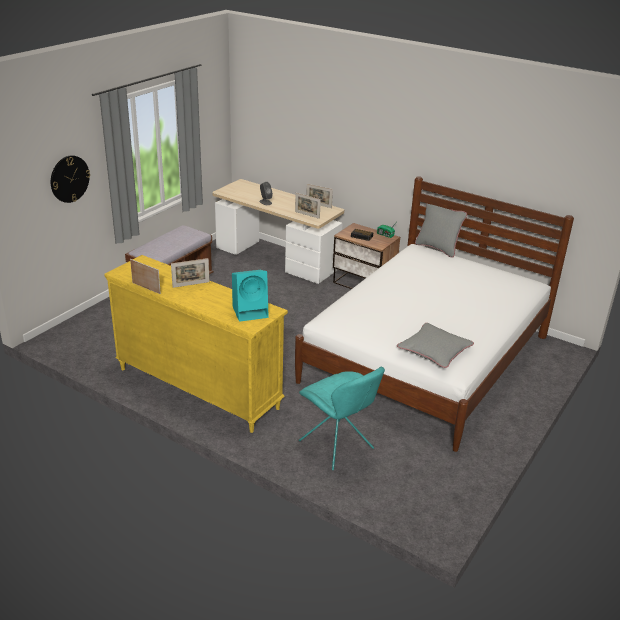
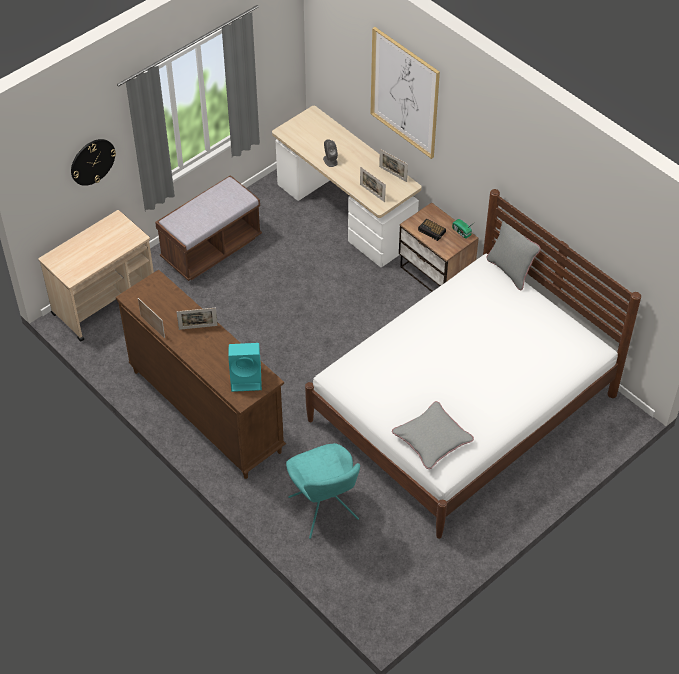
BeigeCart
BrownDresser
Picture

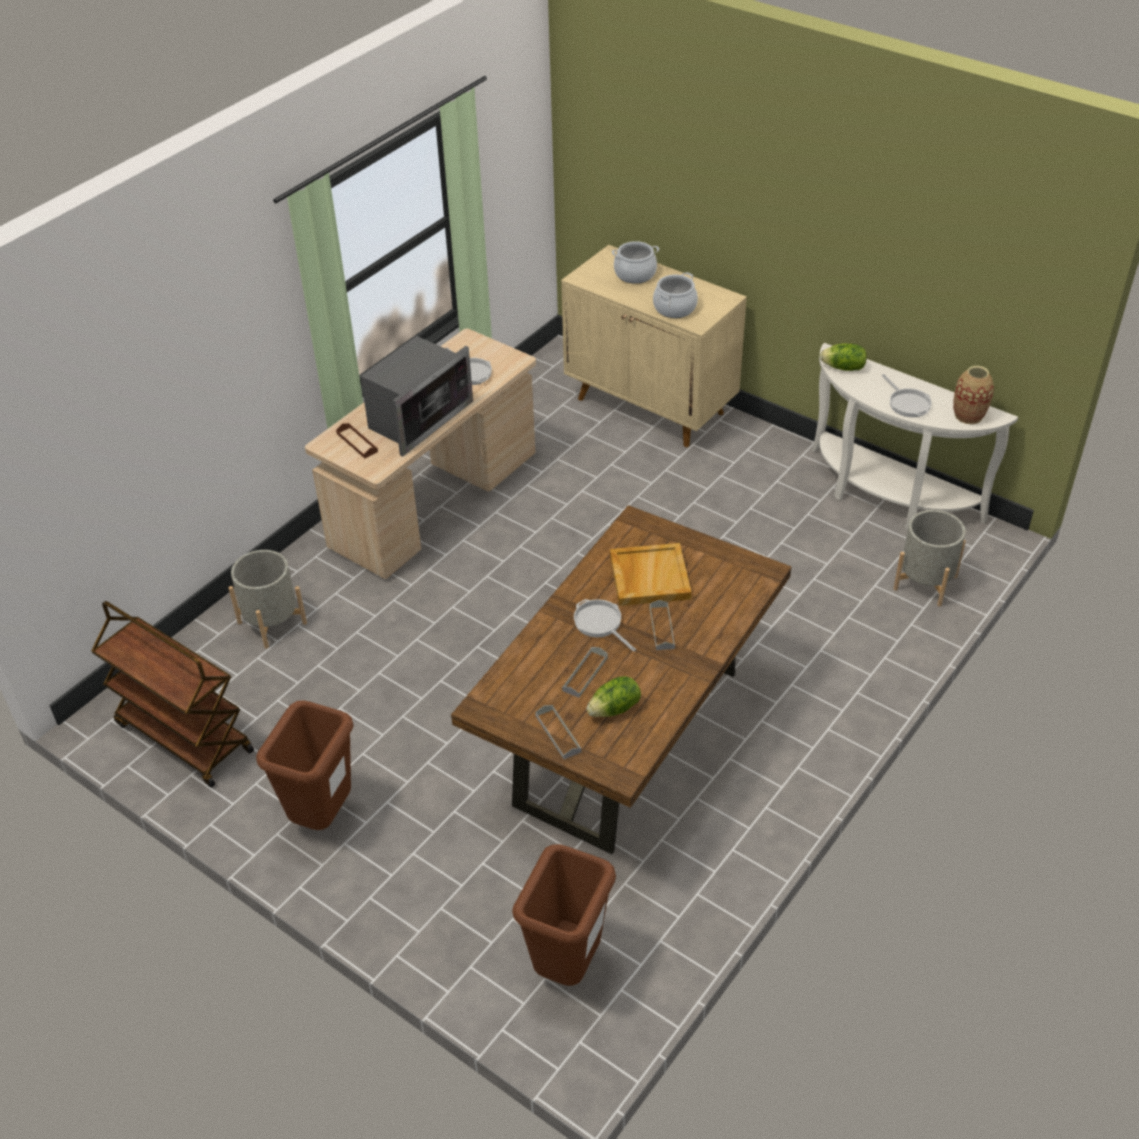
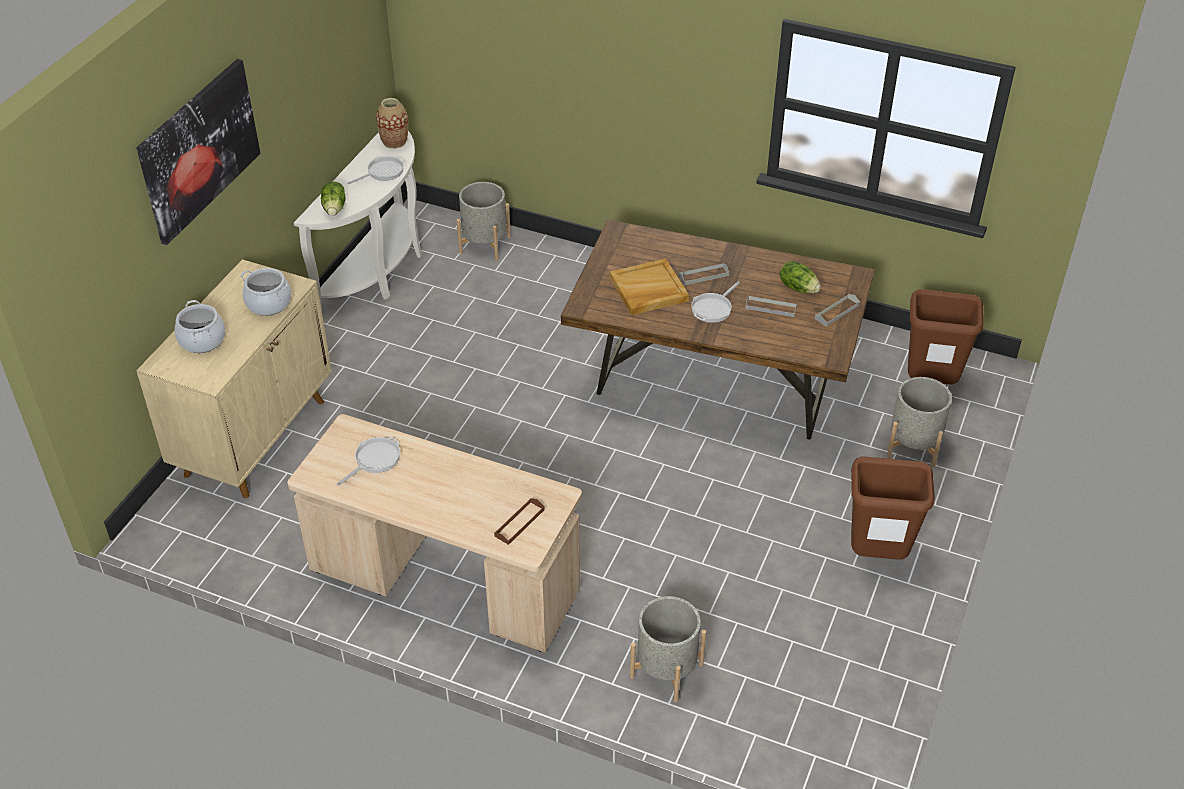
Picture
GreyPlanter (3rd from left)
BrownCart
Microwave

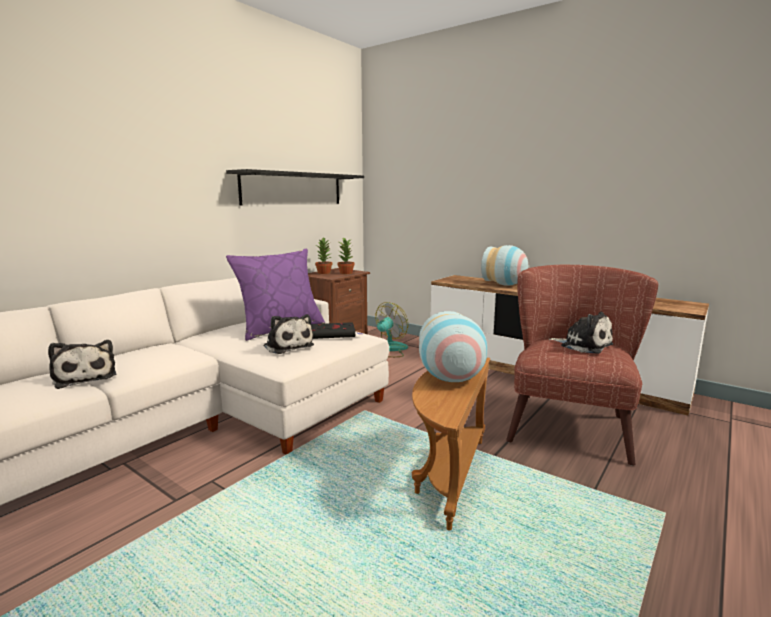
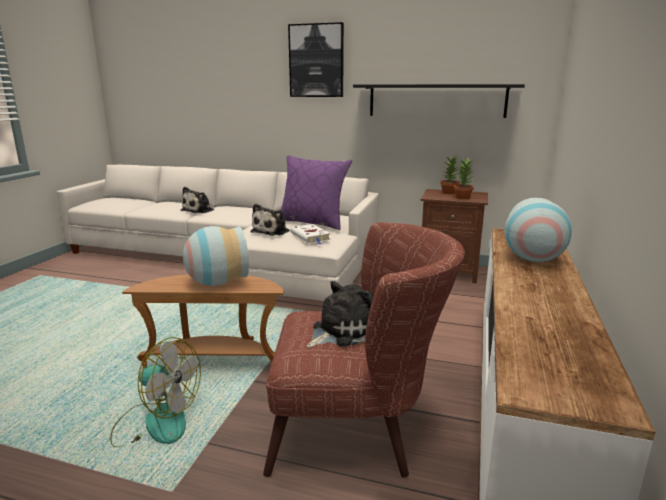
Fan
Picture
WhiteBook
PlushToy (3rd from left)

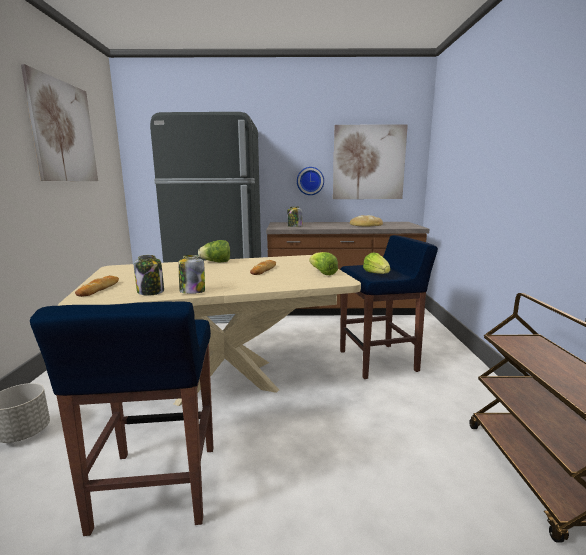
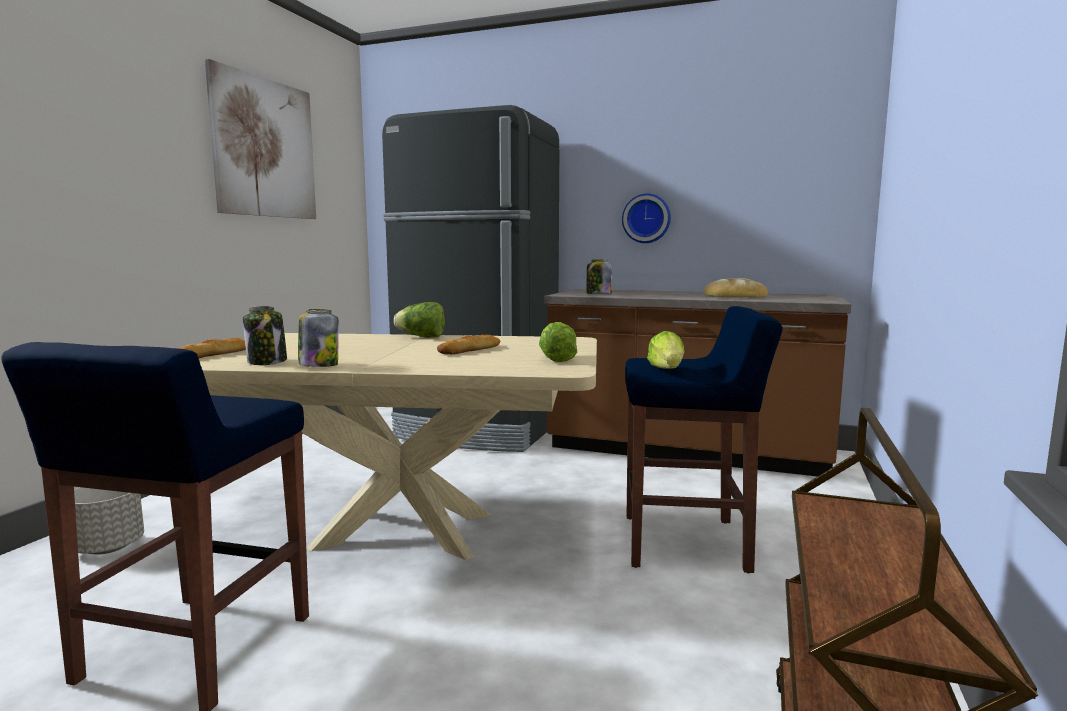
Picture (2nd from left in the first image)

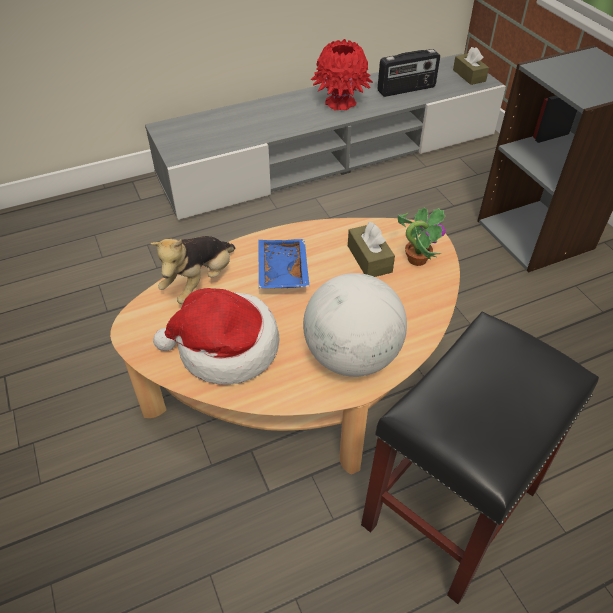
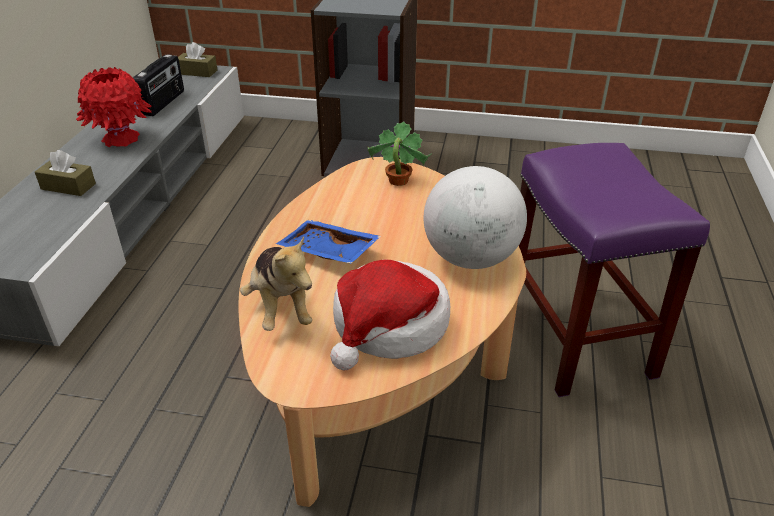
BrownTissueBox (1st from left)
PurpleStool

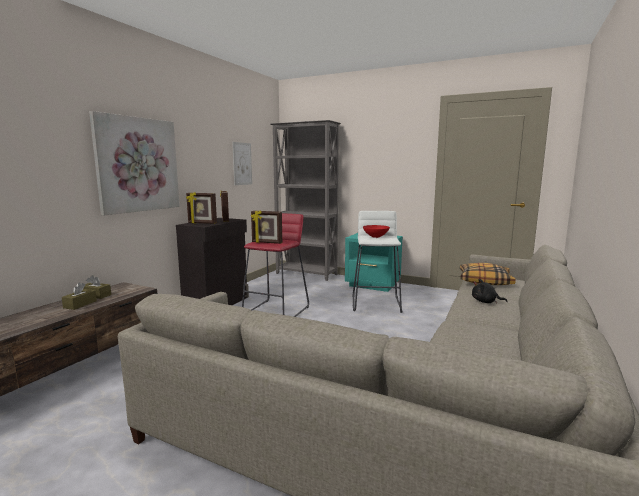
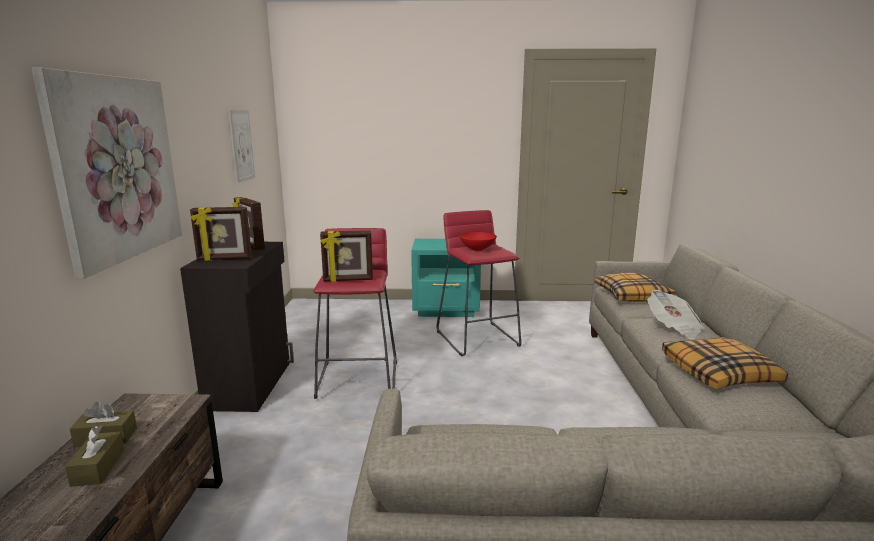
RedStool (2nd from left)
Newspaper
Pillow (2nd from left)
GreyBookcase

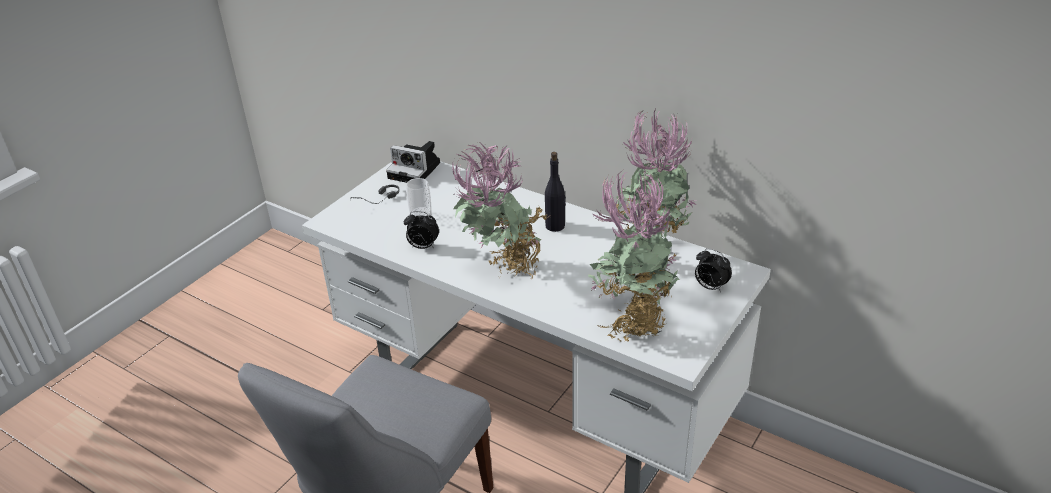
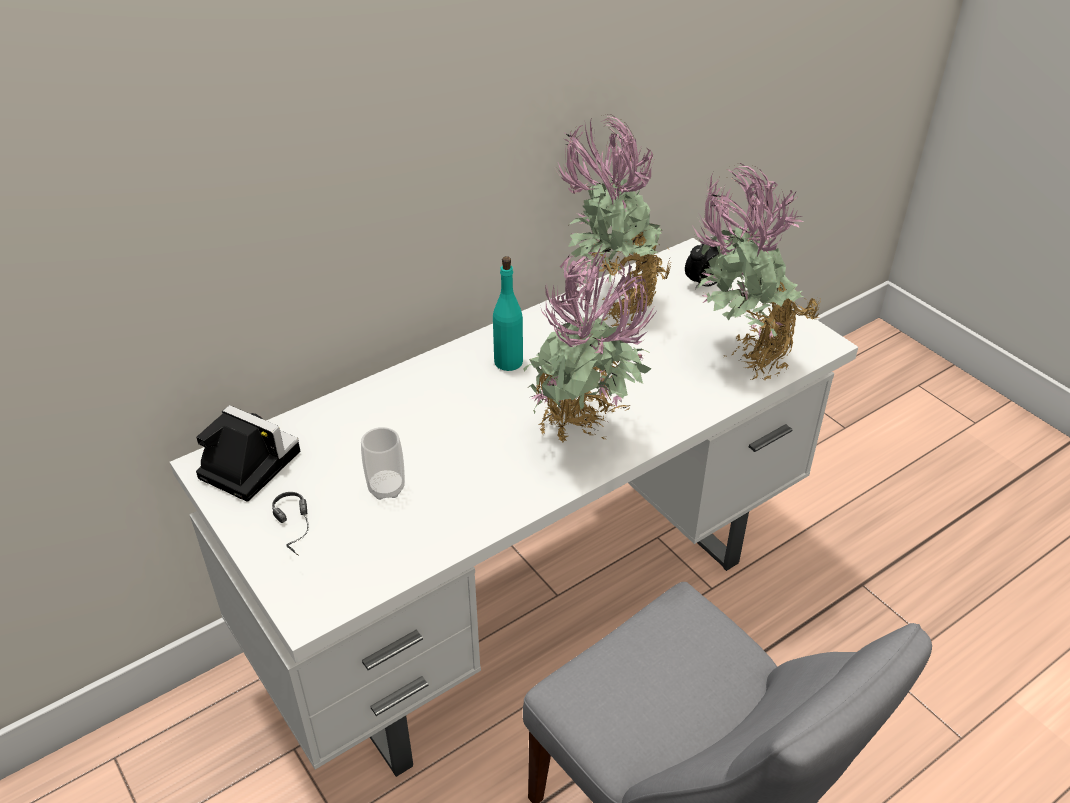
PhotoCamera
TurquoiseBottle
AlarmClock (1st from left in the first image)

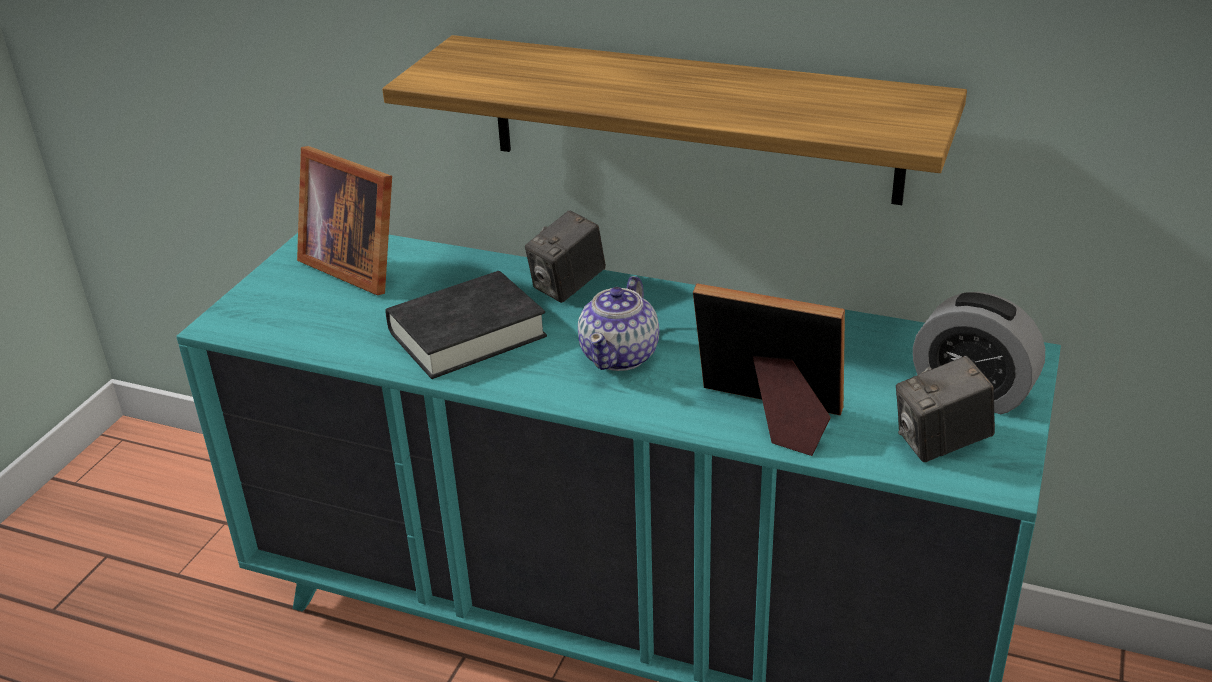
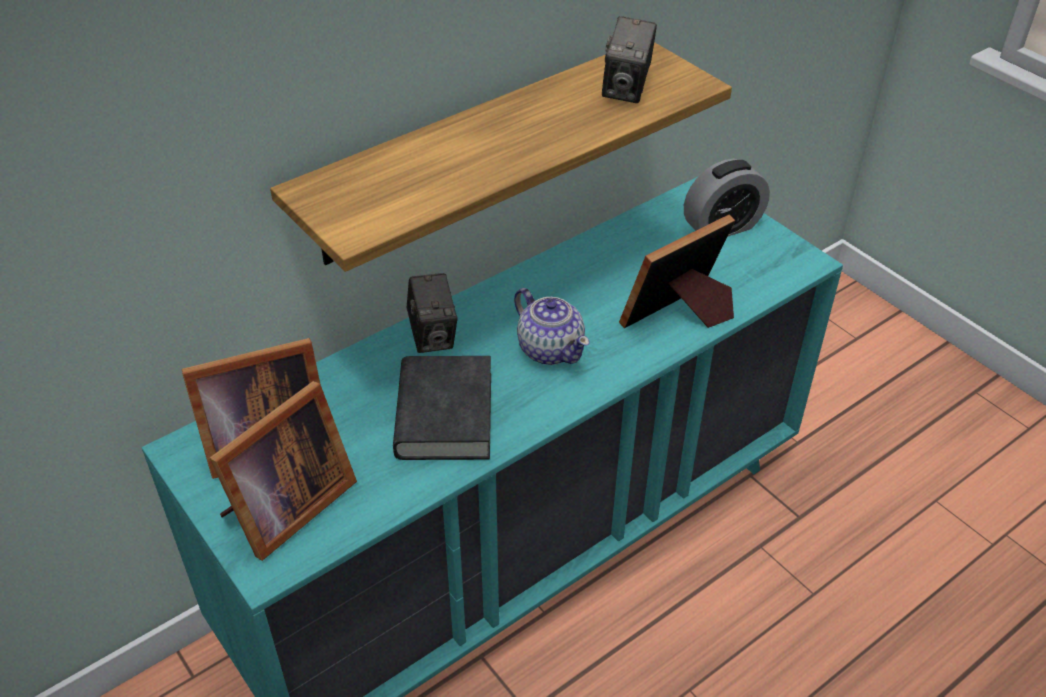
PictureFrame (2nd from left)
PhotoCamera (2nd from left)

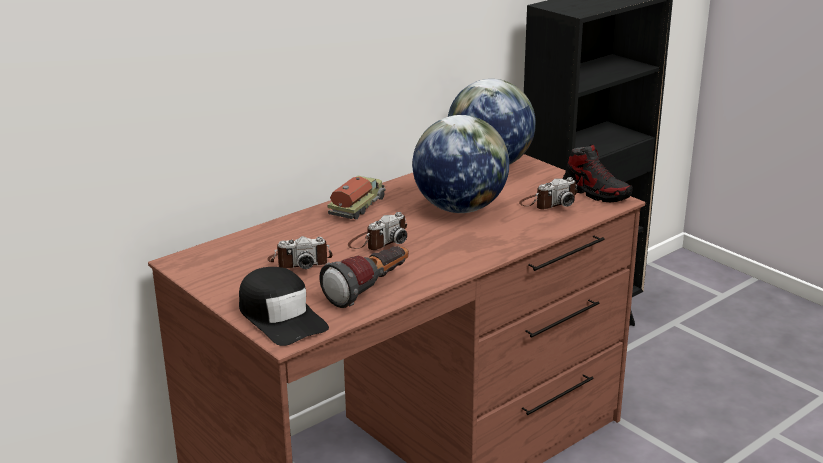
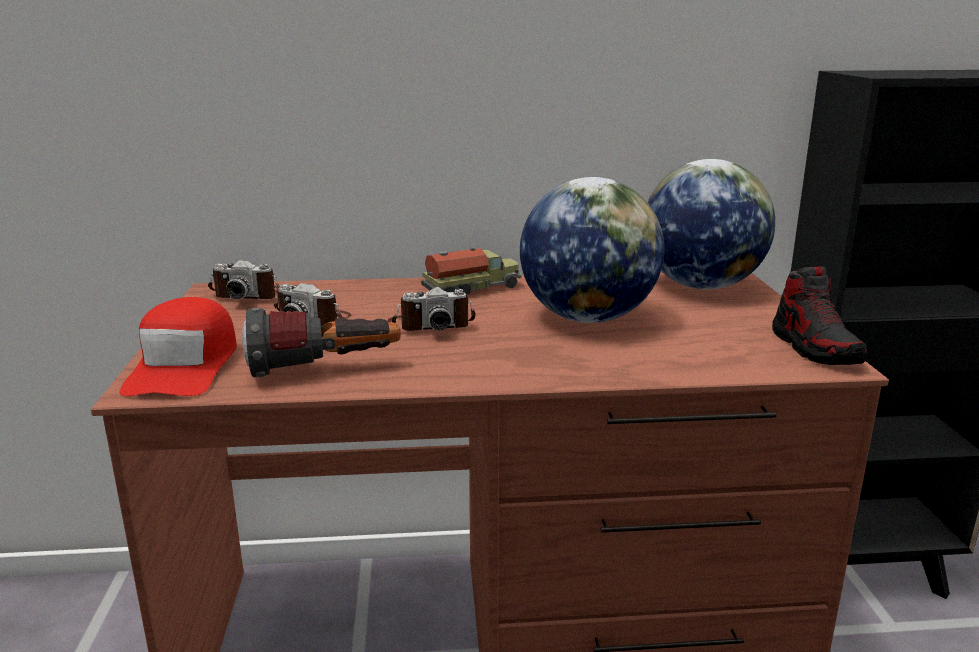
RedCap
PhotoCamera (1st from left)

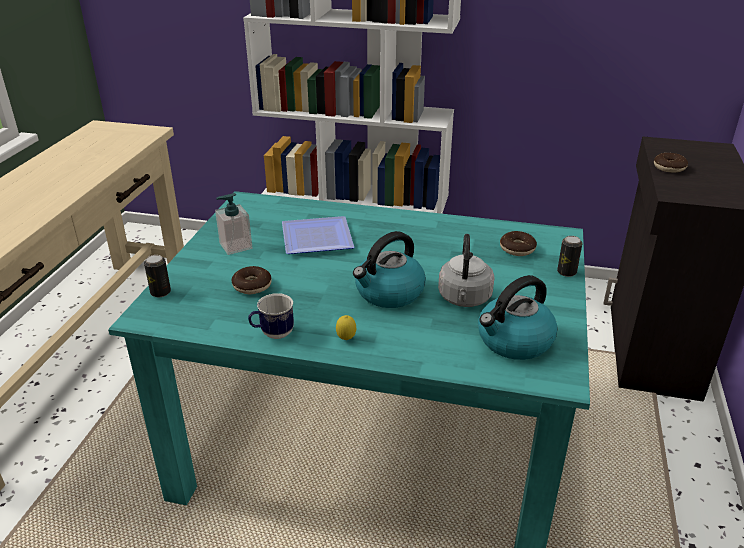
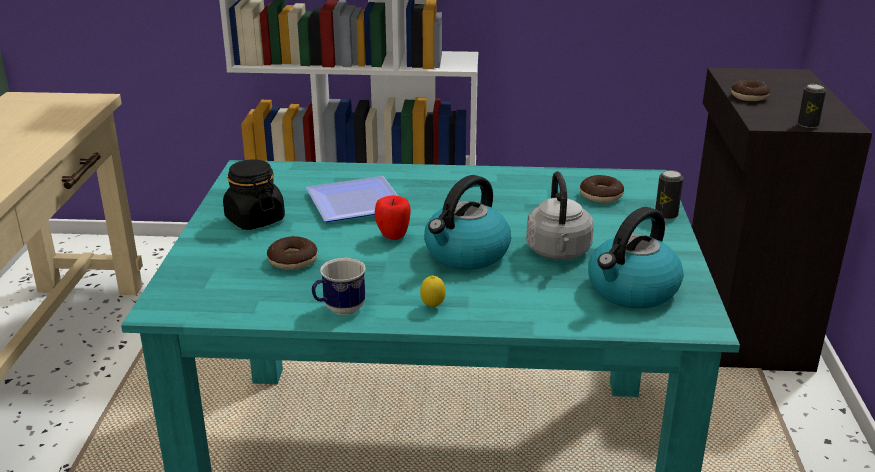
BlackJar
Apple
Can (2nd from left)

